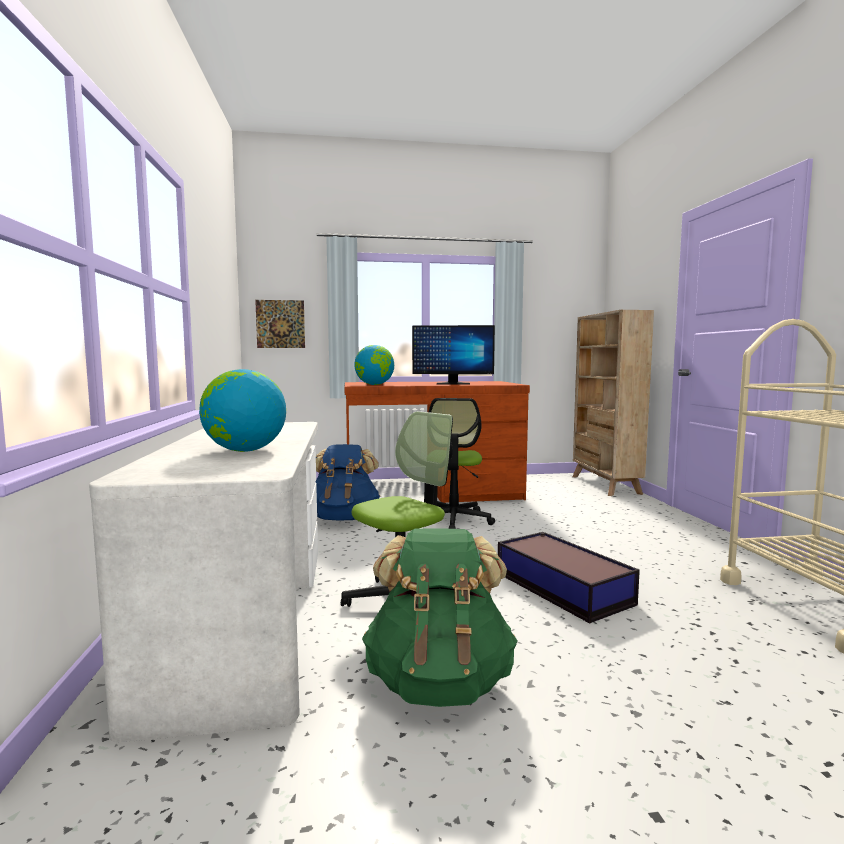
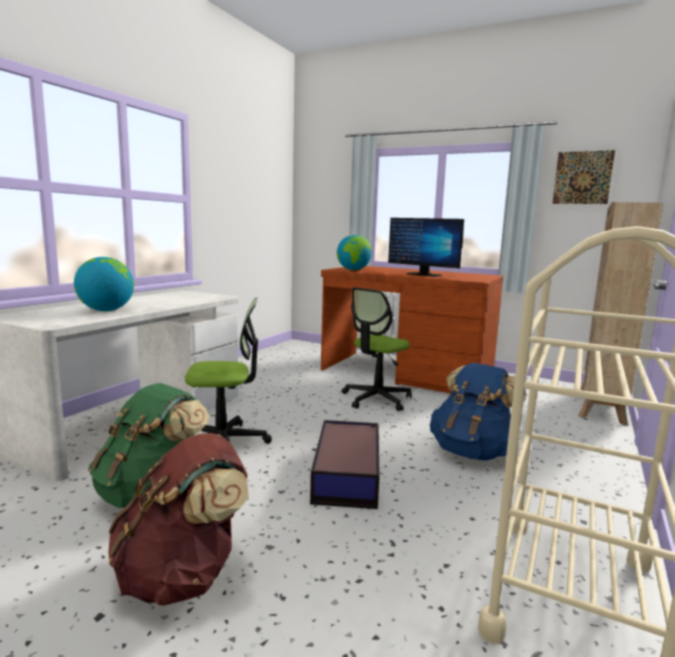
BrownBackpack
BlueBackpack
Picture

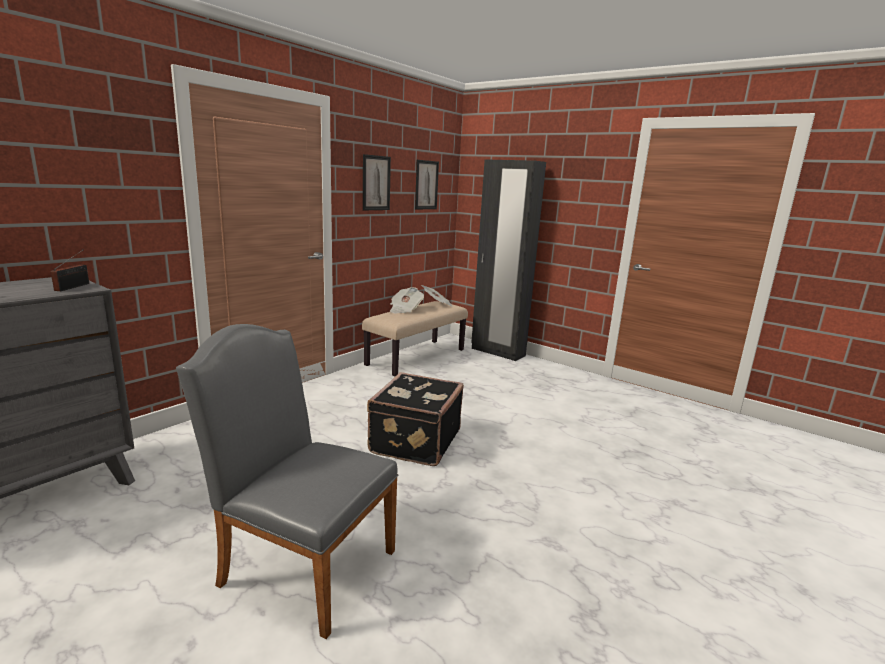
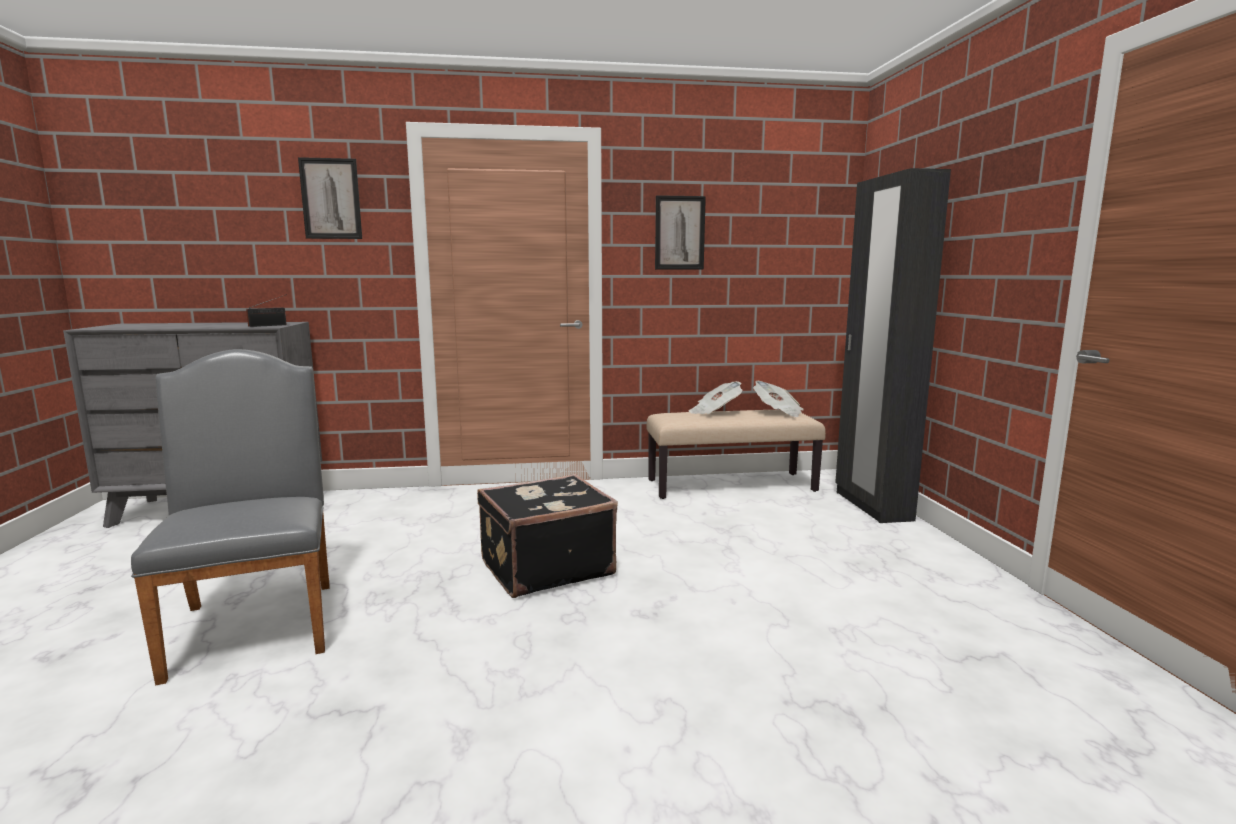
Picture (1st from left)

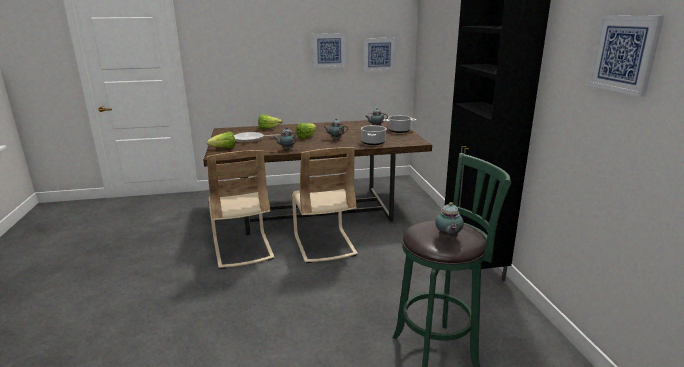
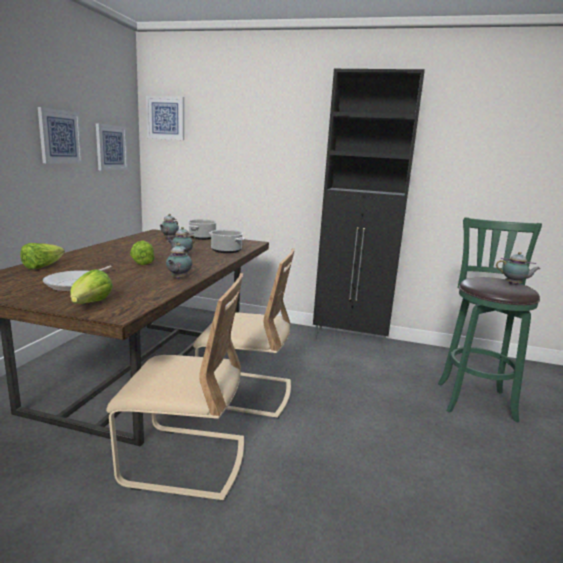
Picture (3rd from left)

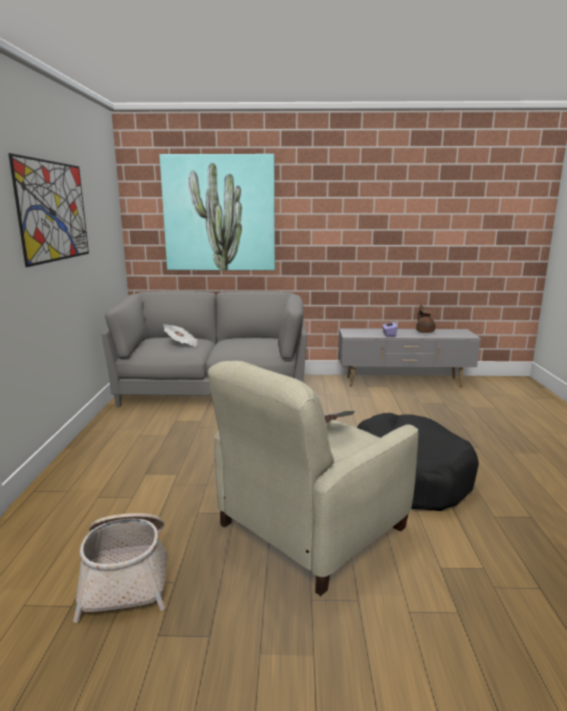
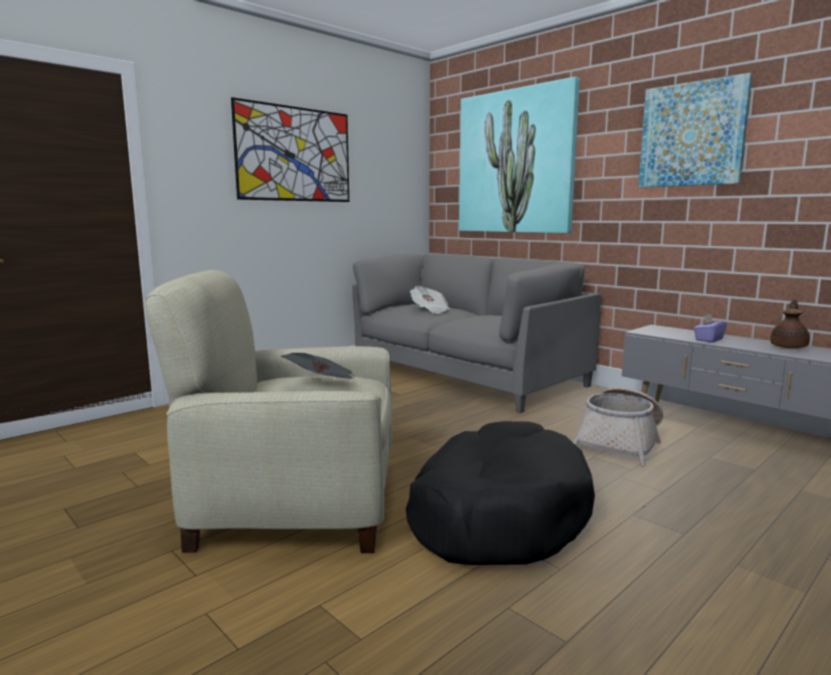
Basket
Picture (3rd from left)

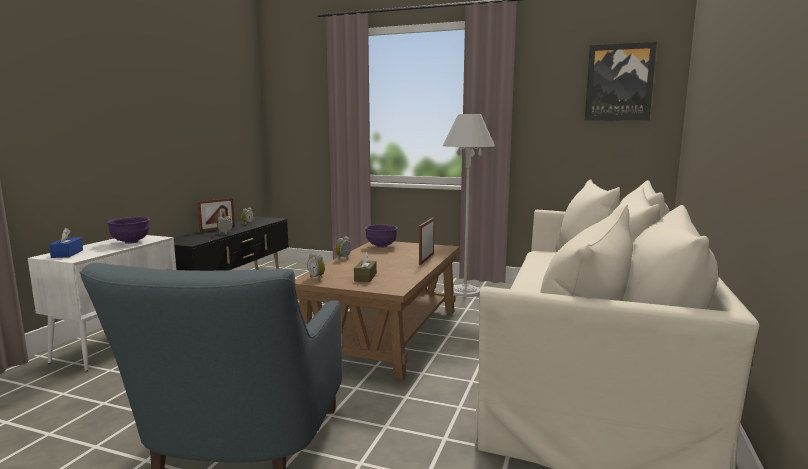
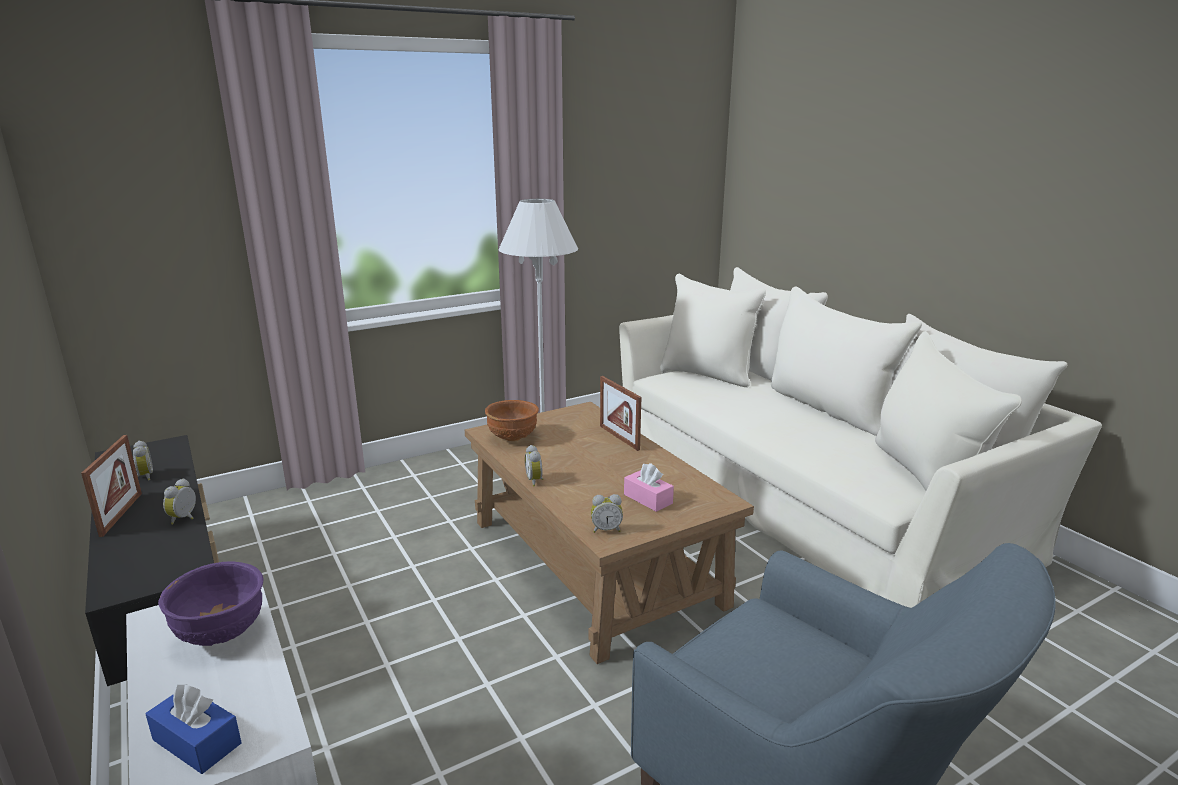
BrownBowl
PinkTissueBox
Picture

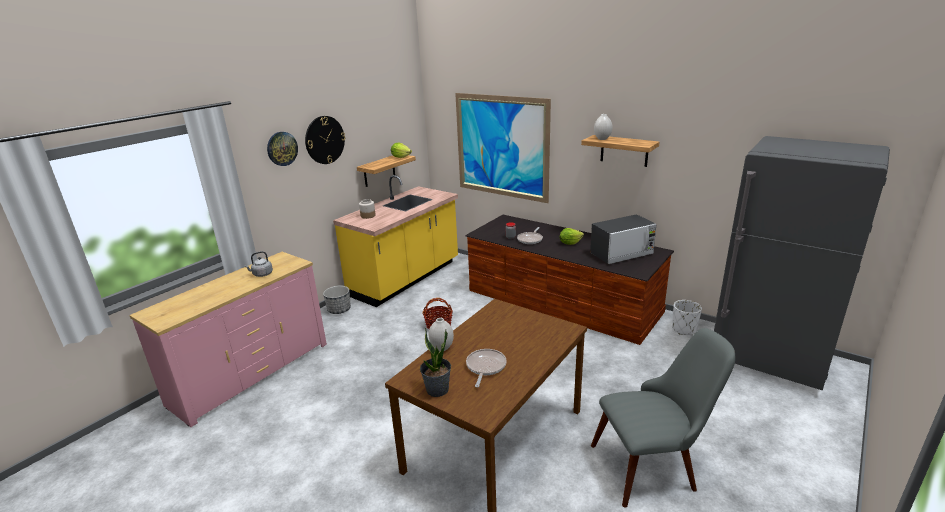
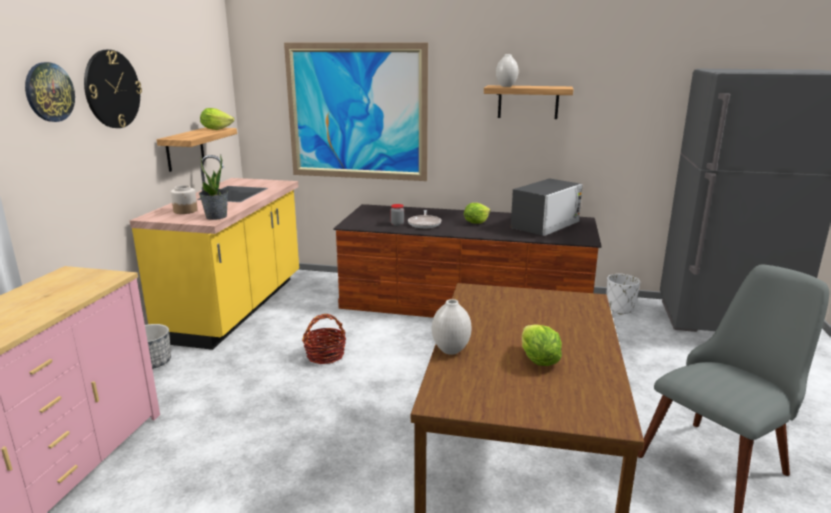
PottedPlant
Lettuce (3rd from left)
GreyKettle

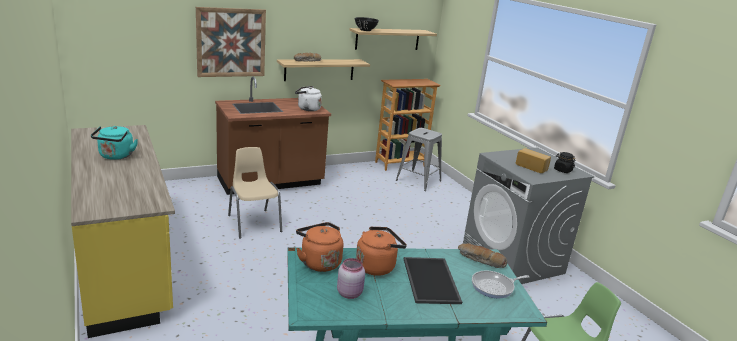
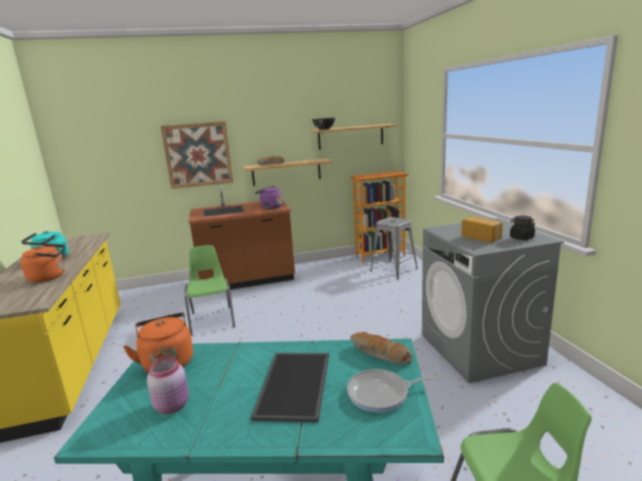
OrangeKettle (1st from left)
GreenChair (1st from left)
PurpleKettle

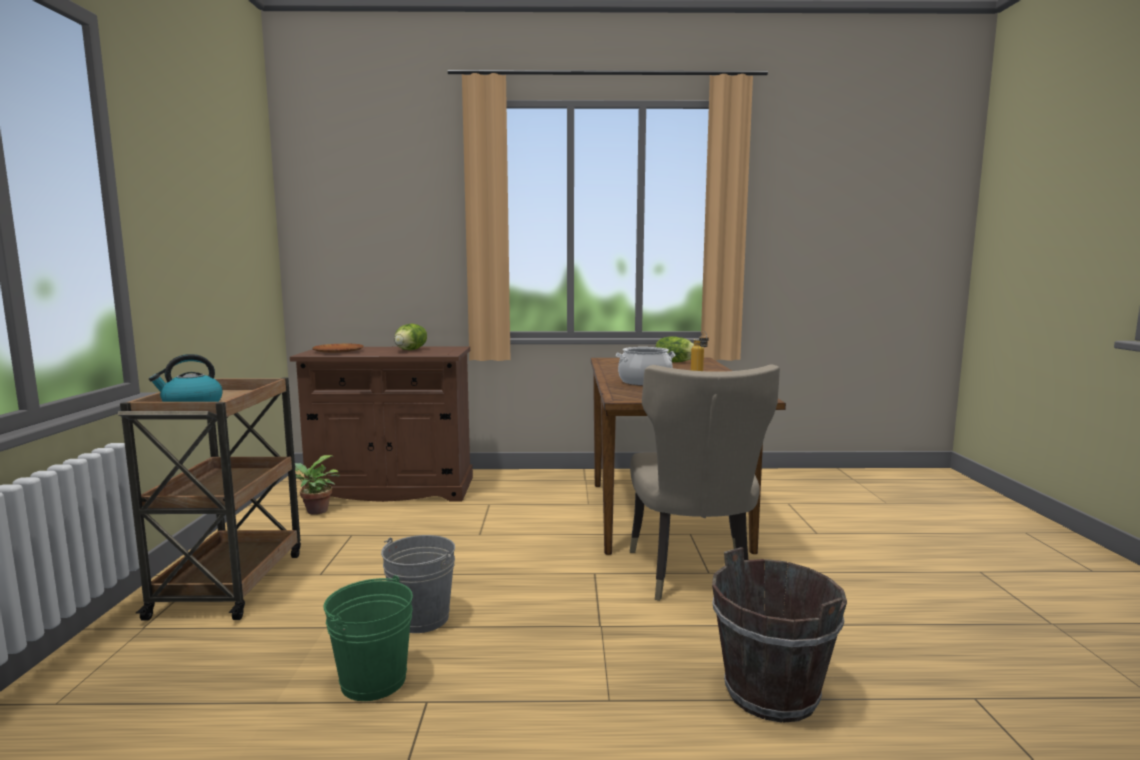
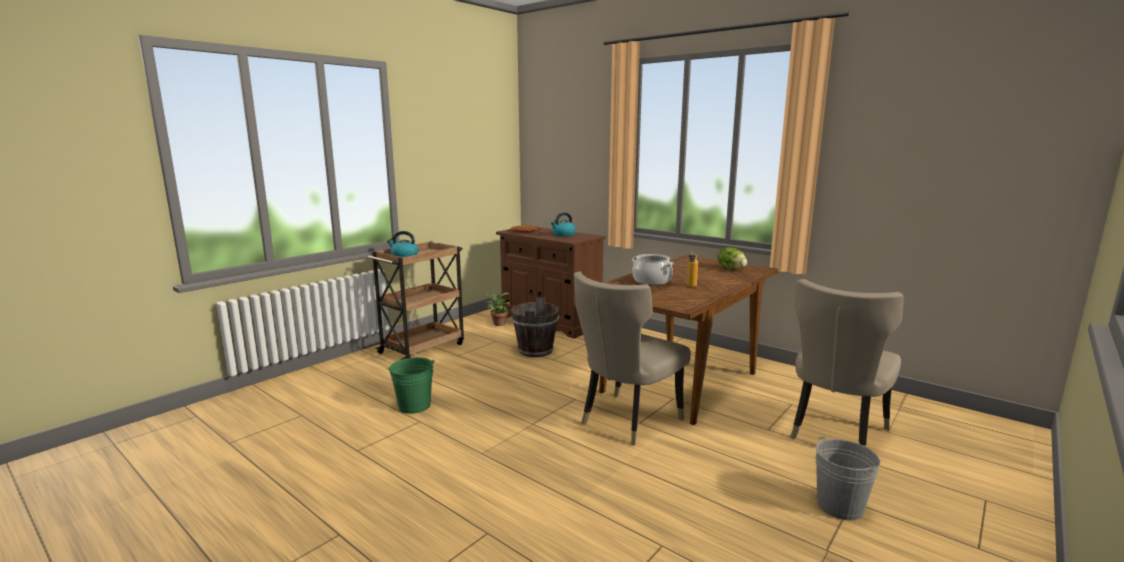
BrownBucket
Kettle (2nd from left)
BeigeChair (2nd from left)
GreyBucket

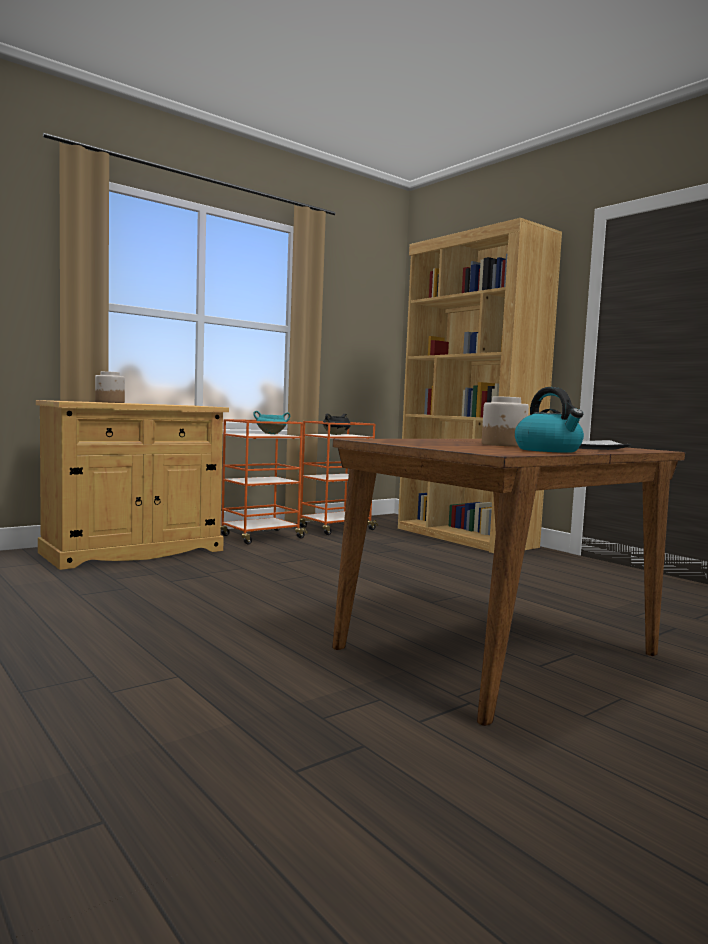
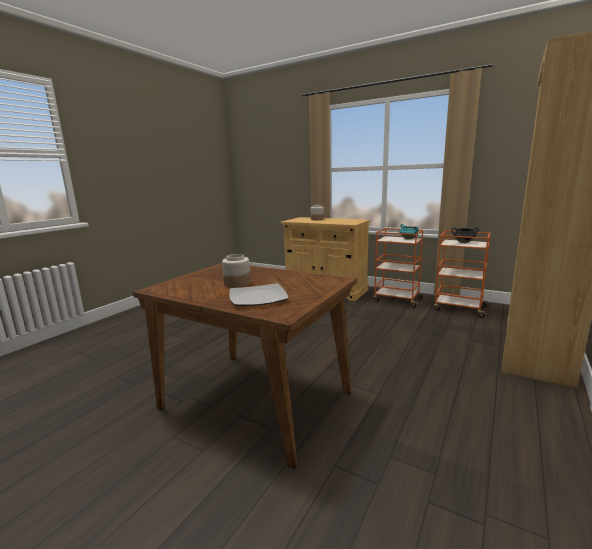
Kettle

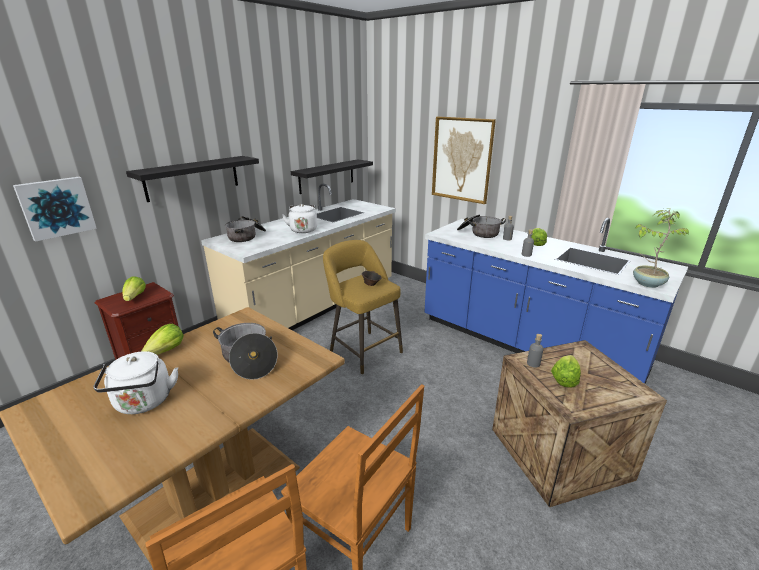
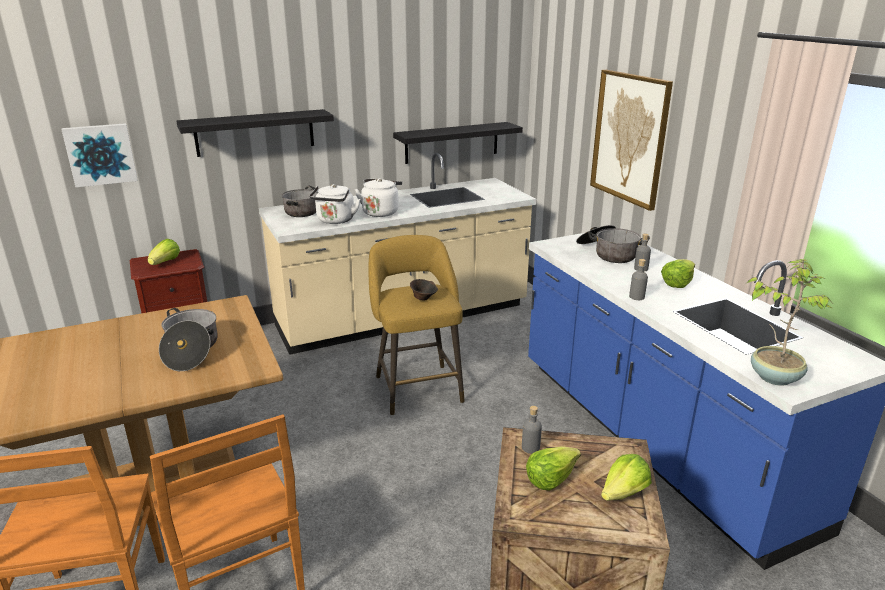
WhiteKettle (1st from left)
Lettuce (3rd from left)

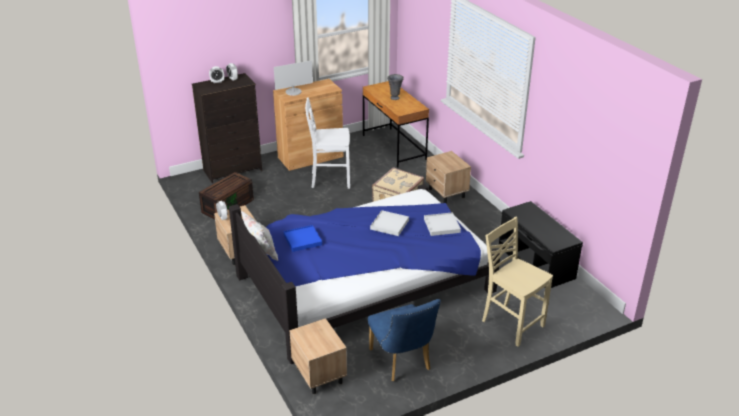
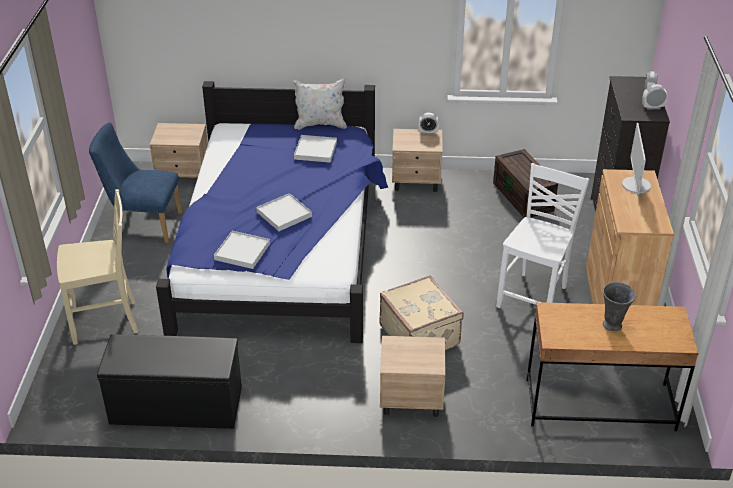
WhiteTray (3rd from left)

